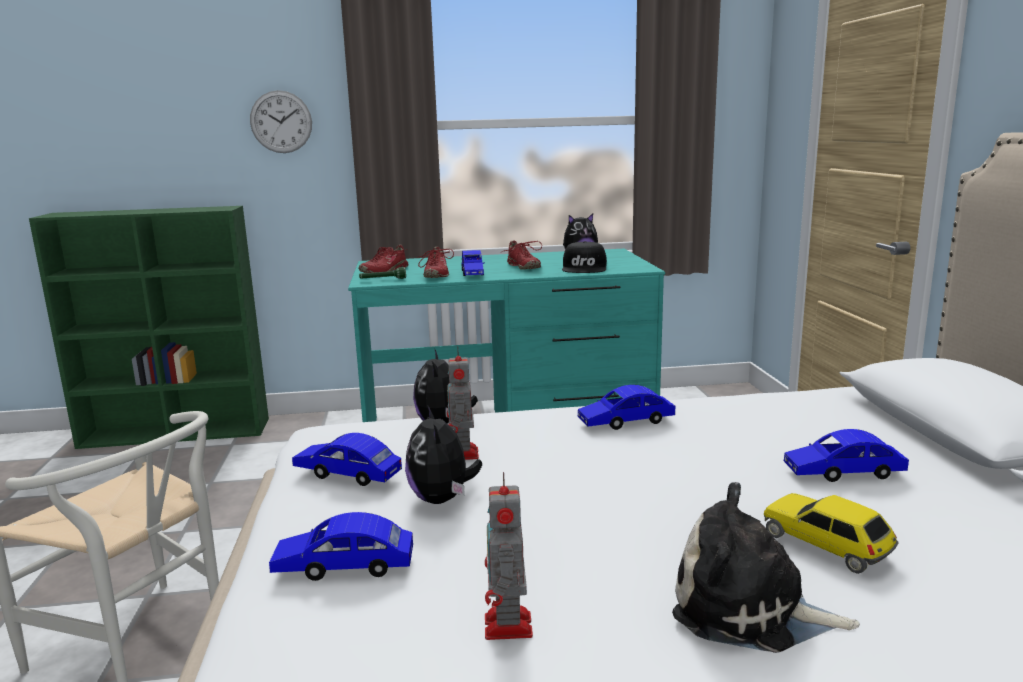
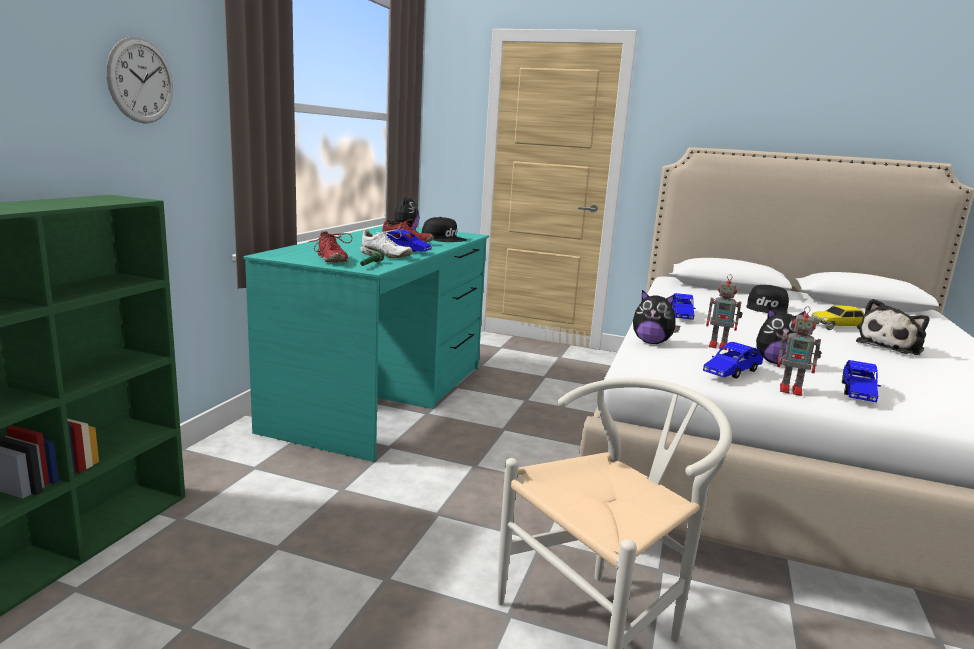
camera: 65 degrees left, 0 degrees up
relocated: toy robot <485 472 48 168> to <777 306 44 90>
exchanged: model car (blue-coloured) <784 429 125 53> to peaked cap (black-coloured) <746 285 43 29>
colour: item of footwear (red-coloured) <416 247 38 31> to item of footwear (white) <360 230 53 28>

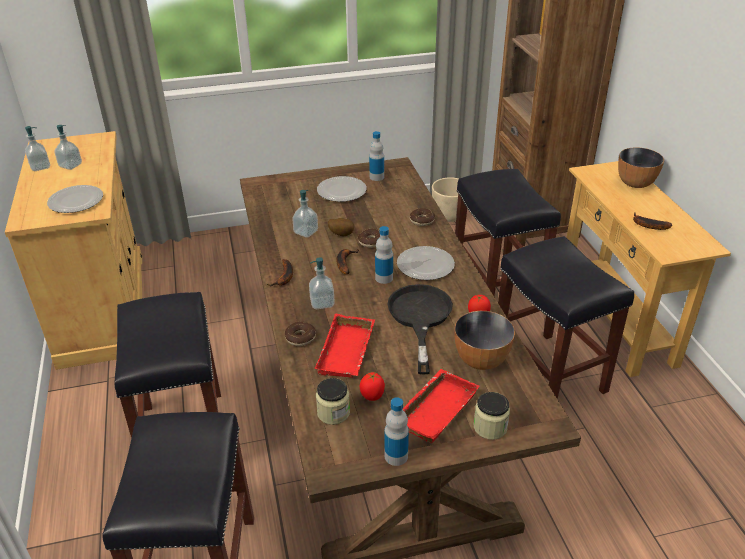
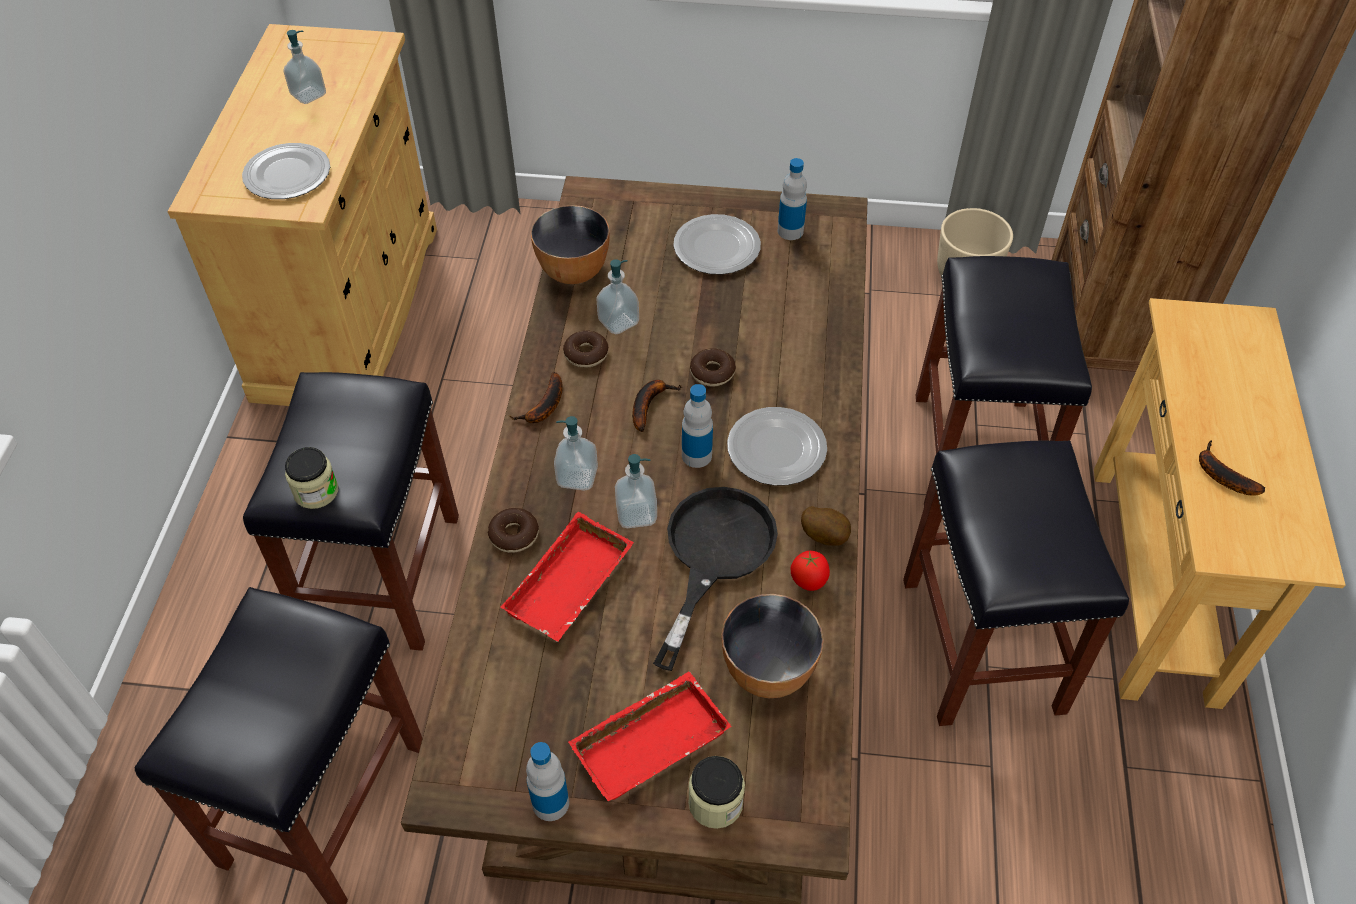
camera: 20 degrees right, 15 degrees up
missing: whole tomato <360 372 25 29>
relocated: storage jar <316 378 34 47> to <285 447 54 62>; serving bowl <618 147 46 41> to <531 205 79 79>; donut <410 208 25 18> to <563 330 45 38>; soap bottle <25 126 25 45> to <615 454 42 74>; whole potato <328 218 26 18> to <801 506 50 40>

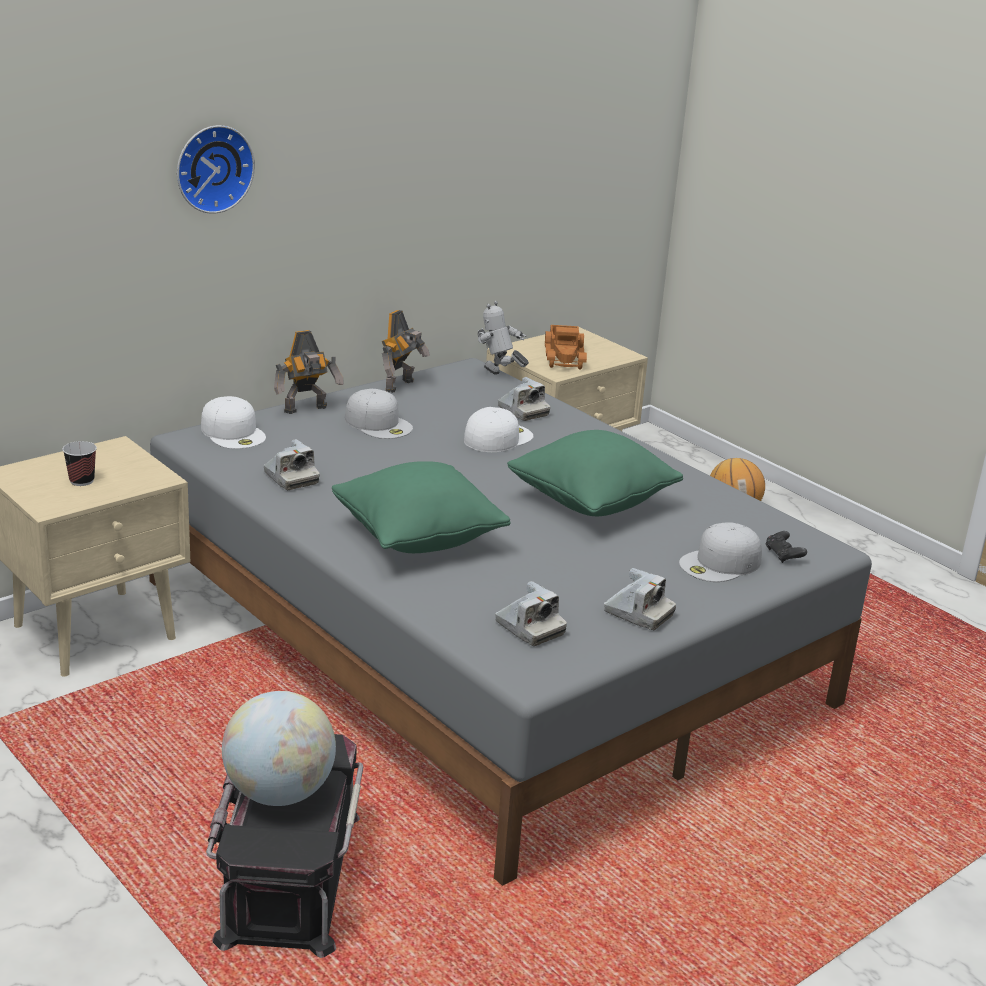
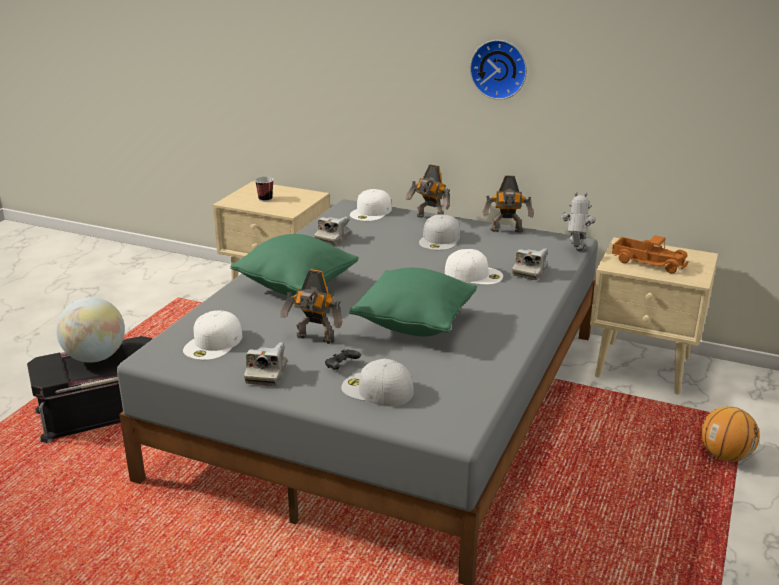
camera: 65 degrees right, 0 degrees up
appeared: toy robot <280 269 62 75>
relocated: game controller (black-coloured) <766 531 41 32> to <325 349 36 21>; clock on the wall <177 125 78 89> to <470 40 57 60>
exchanged: still camera <495 581 72 65> to peaked cap (white) <183 310 59 50>
spun: model truck <545 325 42 45> = <612 235 77 38> 120 degrees counterclockwise

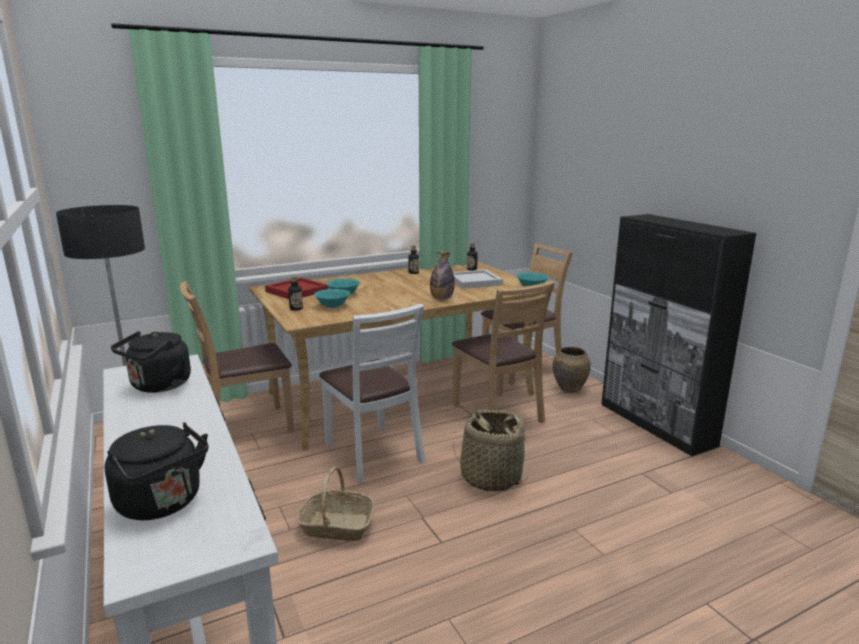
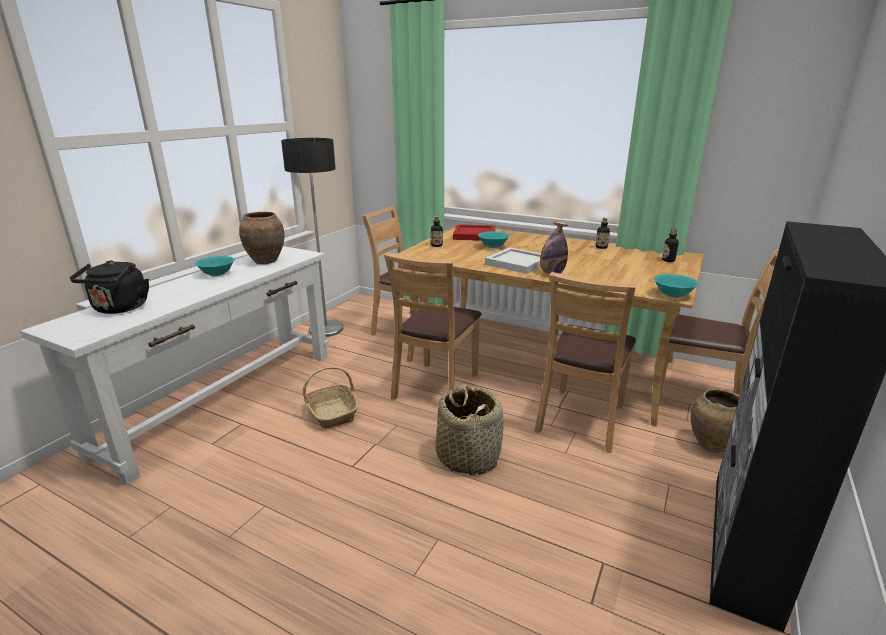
camera: 55 degrees right, 5 degrees up
relocated: serving bowl (turquoise) <314 289 36 19> to <195 256 40 21>; carrying tray (white) <453 270 50 19> to <485 248 56 26>
exchanged: tea kettle (black-coloured) <111 331 80 62> to decorative vase (brownish) <239 212 45 52>
colour: plain chair (white) <319 303 106 180> to plain chair (brownish) <384 252 97 148>

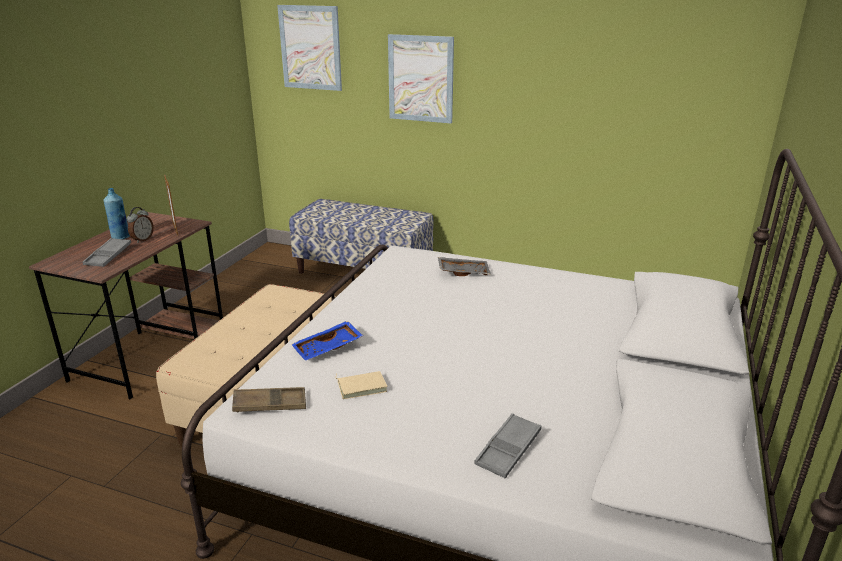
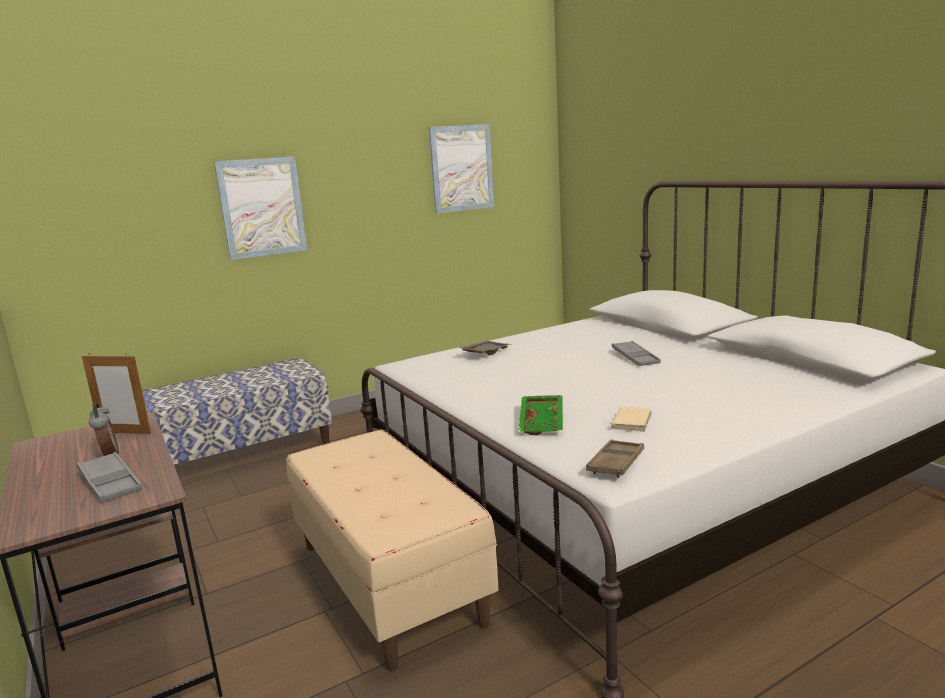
camera: 50 degrees left, 10 degrees down
missing: beverage bottle (blue-coloured) <103 188 27 51>
relocated: picture <277 5 65 86> to <429 124 65 89>; carrying tray (grey) <474 413 68 65> to <612 341 49 25>
colour: carrying tray (blue-coloured) <291 321 72 40> to carrying tray (green) <518 395 45 40>

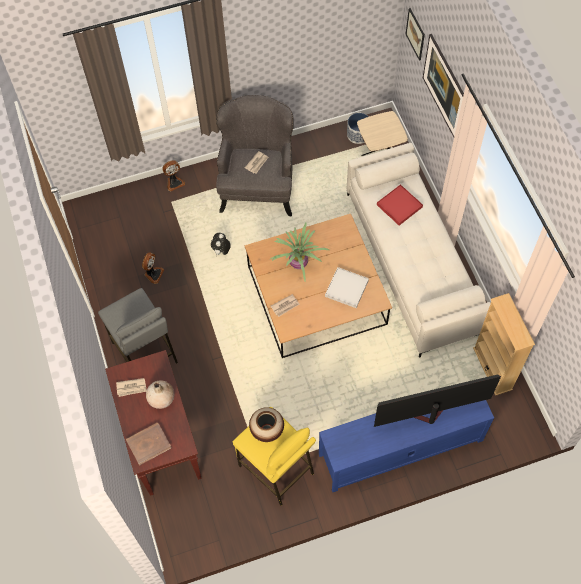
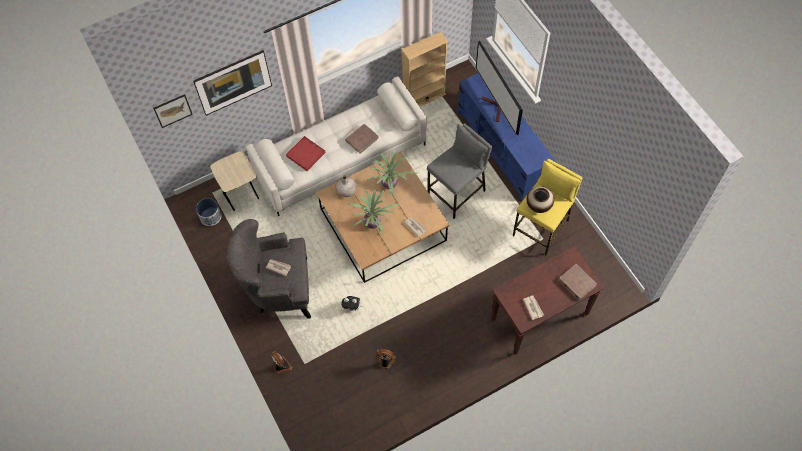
camera: 100 degrees left, 0 degrees up
appeared: volume (brownish) <345 124 34 30>
relocated: decorative vase (beige) <146 380 29 29> to <335 175 22 22>; stool seat (grey) <98 288 80 76> to <427 123 65 96>
exchanged: carrying tray (white) <325 267 44 41> to plant in a pot <367 152 51 44>

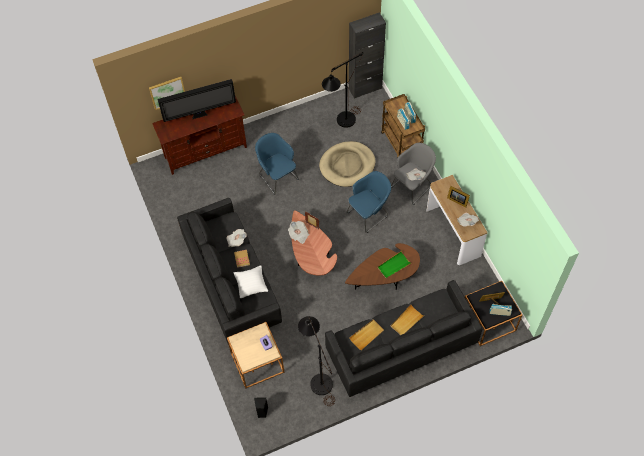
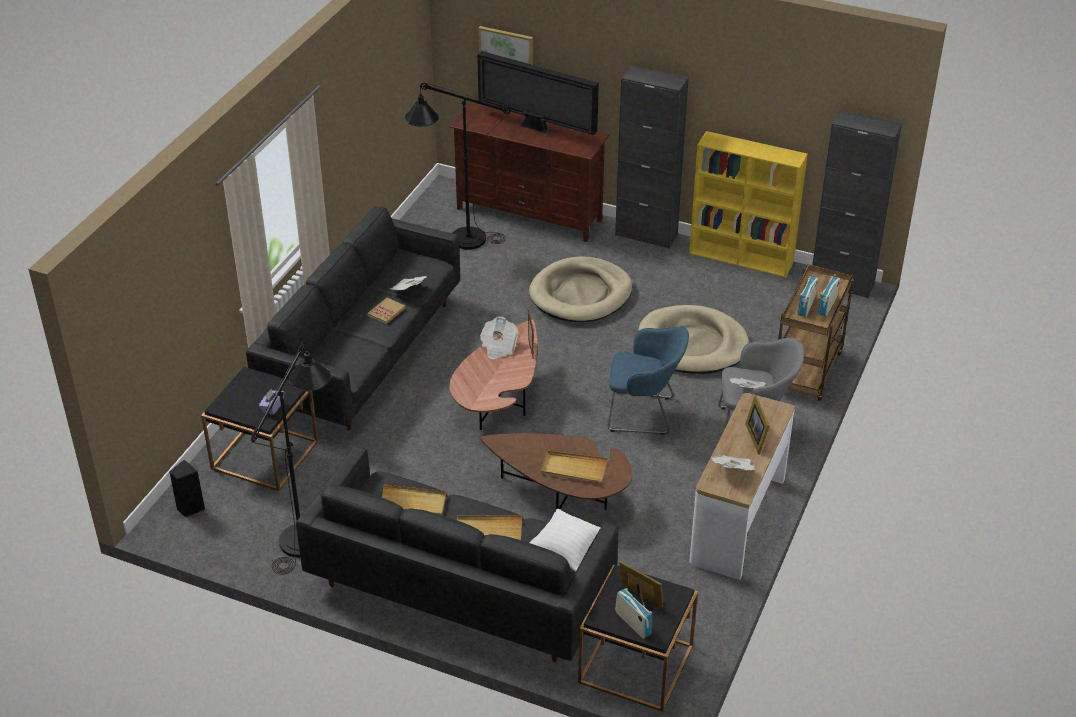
camera: 45 degrees right, 20 degrees down
appeared: storage cabinet (black-coloured) <615 65 74 184>; bookshelf (yellow) <689 131 119 146>
relocated: standing lamp (black-coloured) <322 52 41 76> to <405 82 106 168>; throw pillow (white) <233 265 35 33> to <530 509 71 63>
exchanged: armchair (blue-coloured) <255 133 44 62> to pet bed (beige) <529 256 103 66>
colour: side table (beige) <227 322 58 66> to side table (black-coloured) <201 367 117 124>; carrying tray (green) <378 251 33 28> to carrying tray (beige) <541 451 67 31>

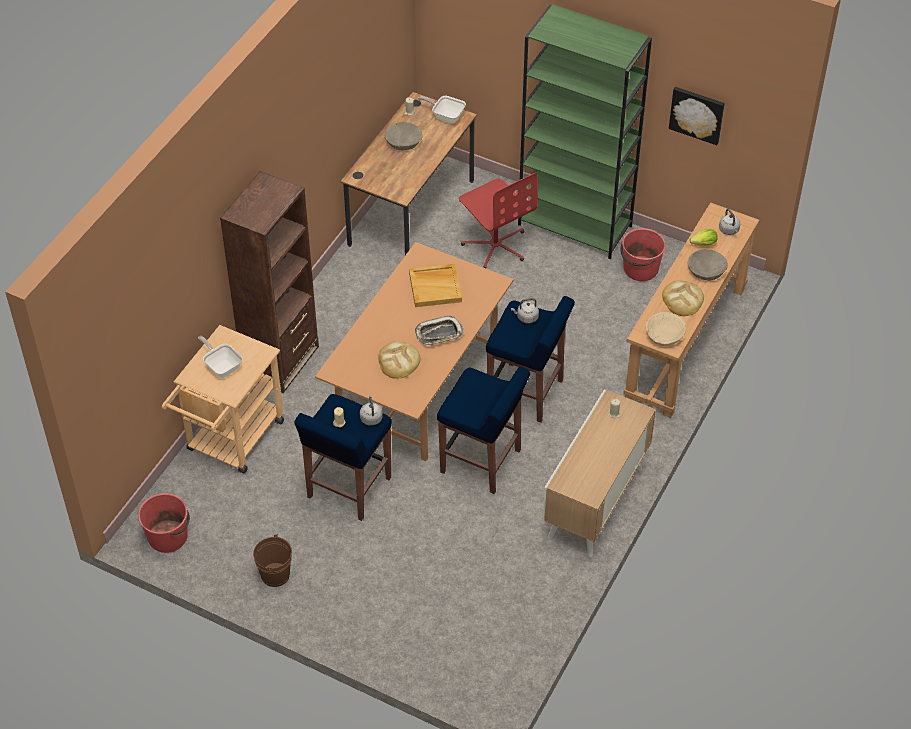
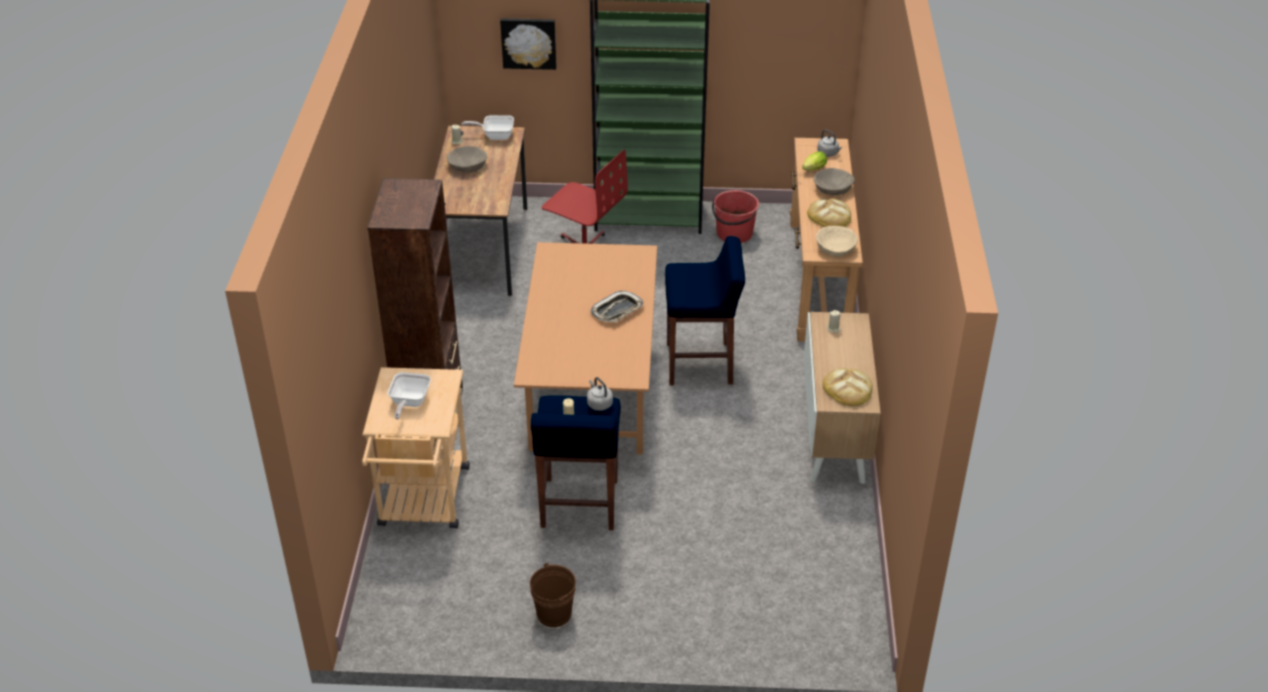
camera: 25 degrees left, 10 degrees down
missing: pail (red-coloured) <138 493 52 60>; carrying tray (beige) <409 264 53 43>; stool seat (blue-coloured) <437 366 93 128>; tea kettle (grey) <511 298 28 25>
relocated: picture <669 87 56 58> to <500 18 56 52>; bread <378 341 42 38> to <822 368 51 39>
spun: pan <198 336 45 42> = <388 372 43 47> 105 degrees counterclockwise

